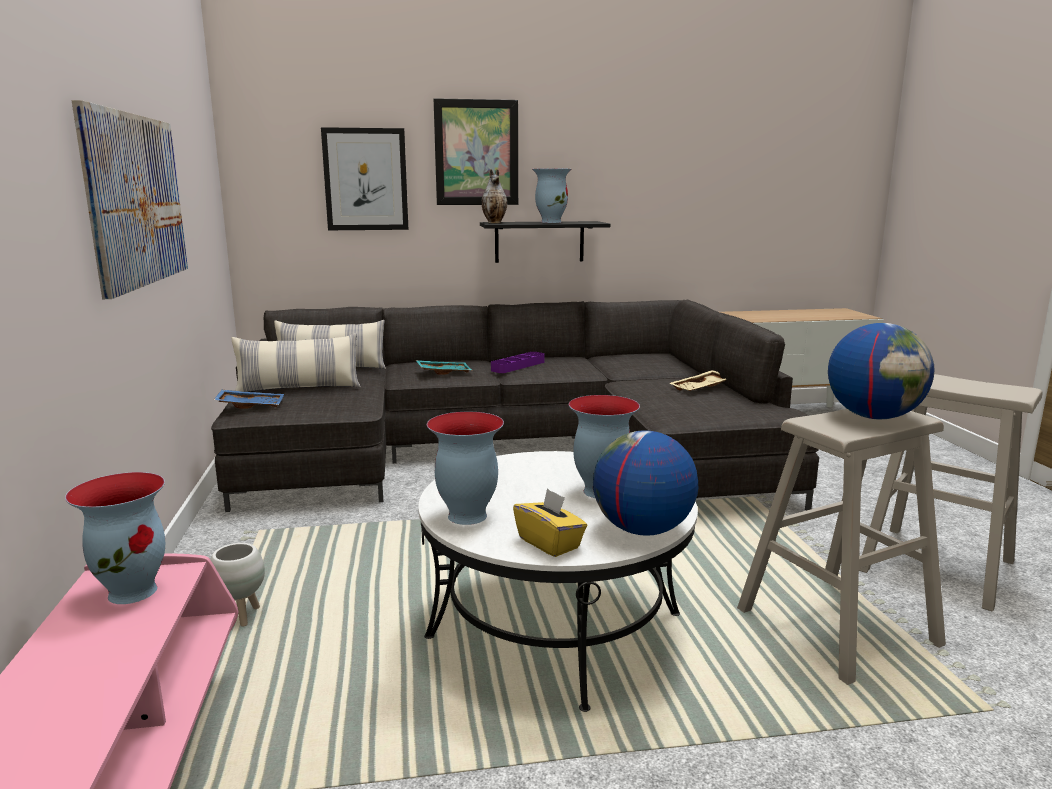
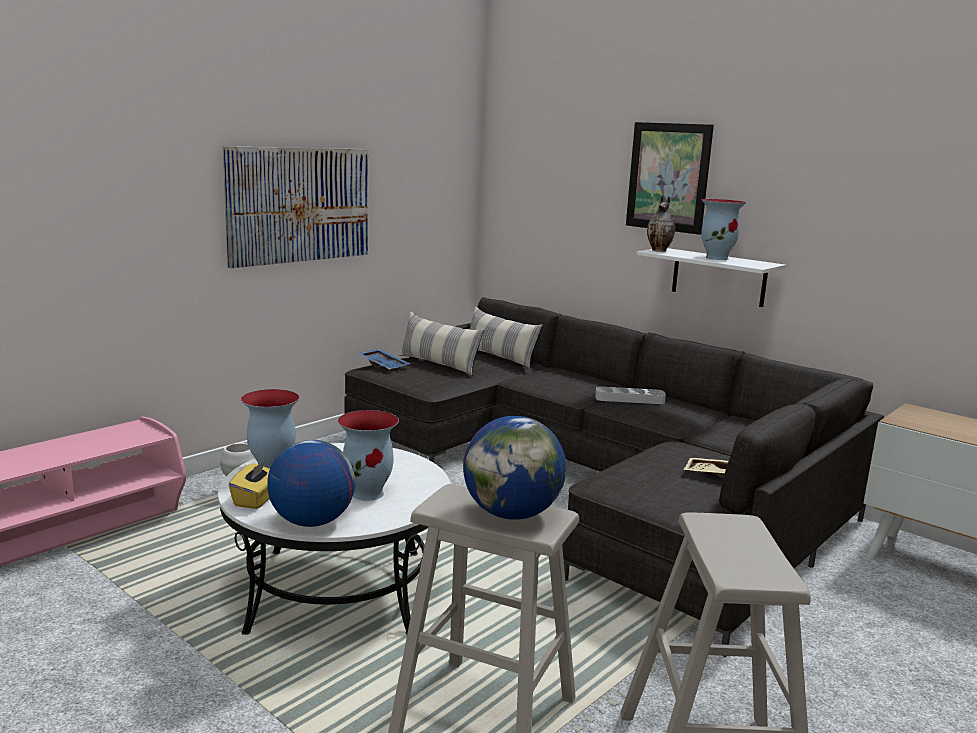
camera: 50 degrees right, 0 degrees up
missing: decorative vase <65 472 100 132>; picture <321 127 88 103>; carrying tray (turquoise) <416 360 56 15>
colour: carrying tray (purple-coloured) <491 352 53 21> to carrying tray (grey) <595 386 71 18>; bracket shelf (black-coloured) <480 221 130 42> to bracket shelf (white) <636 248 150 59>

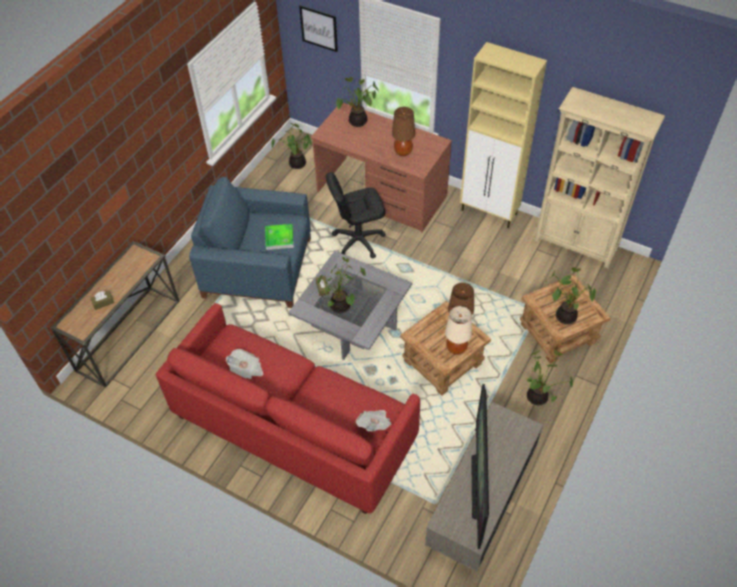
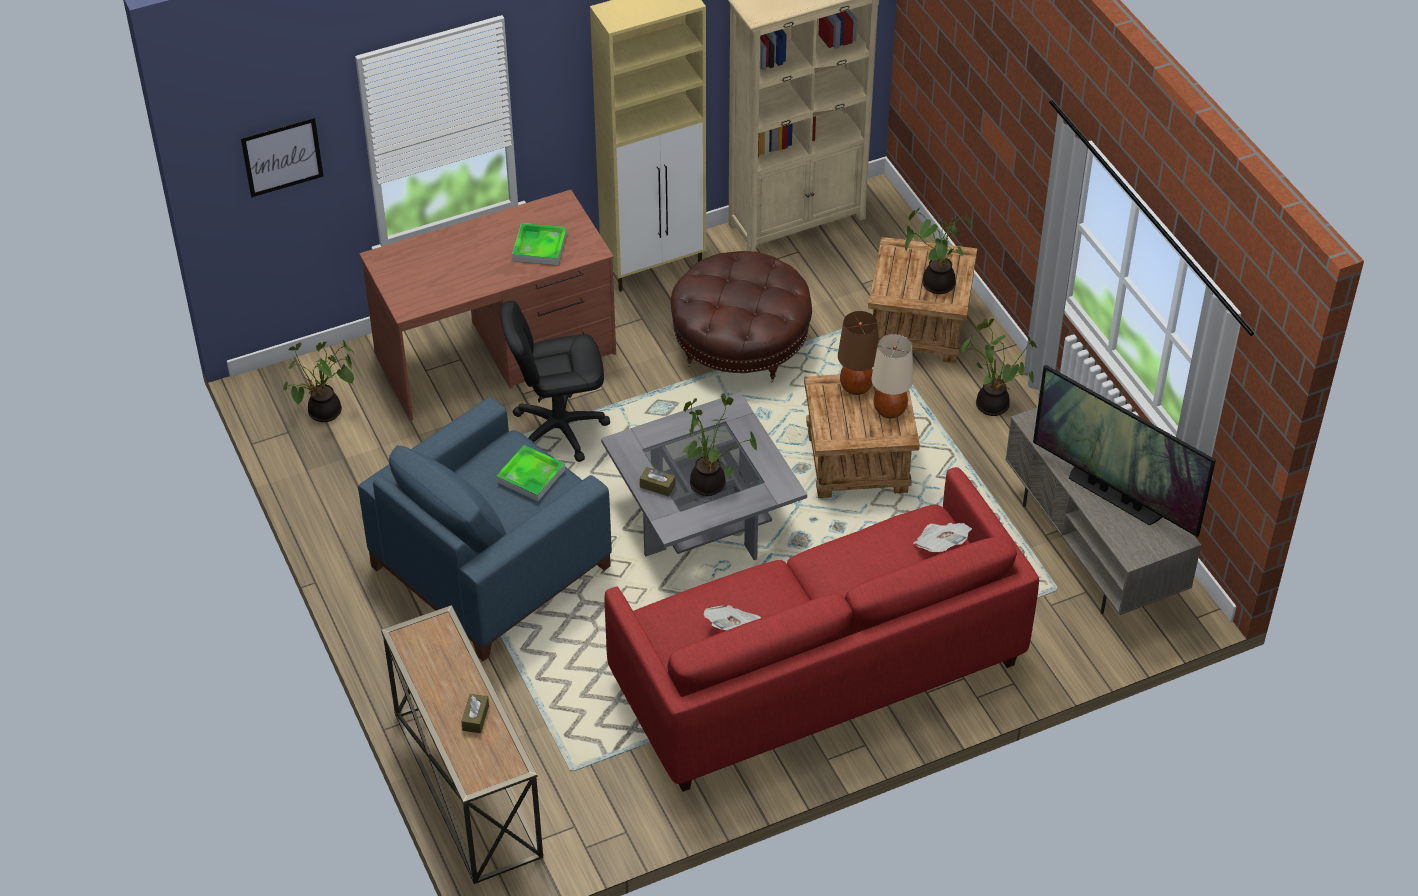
camera: 55 degrees left, 5 degrees down
missing: plant in a pot <336 77 43 50>
appeared: ottoman (brownish) <671 251 141 132>
exchanged: tabletop lamp (brownish) <392 107 23 49> to carrying tray <512 223 55 42>
spun: office chair (black-coloured) <326 172 60 86> = <501 301 109 161> 60 degrees clockwise

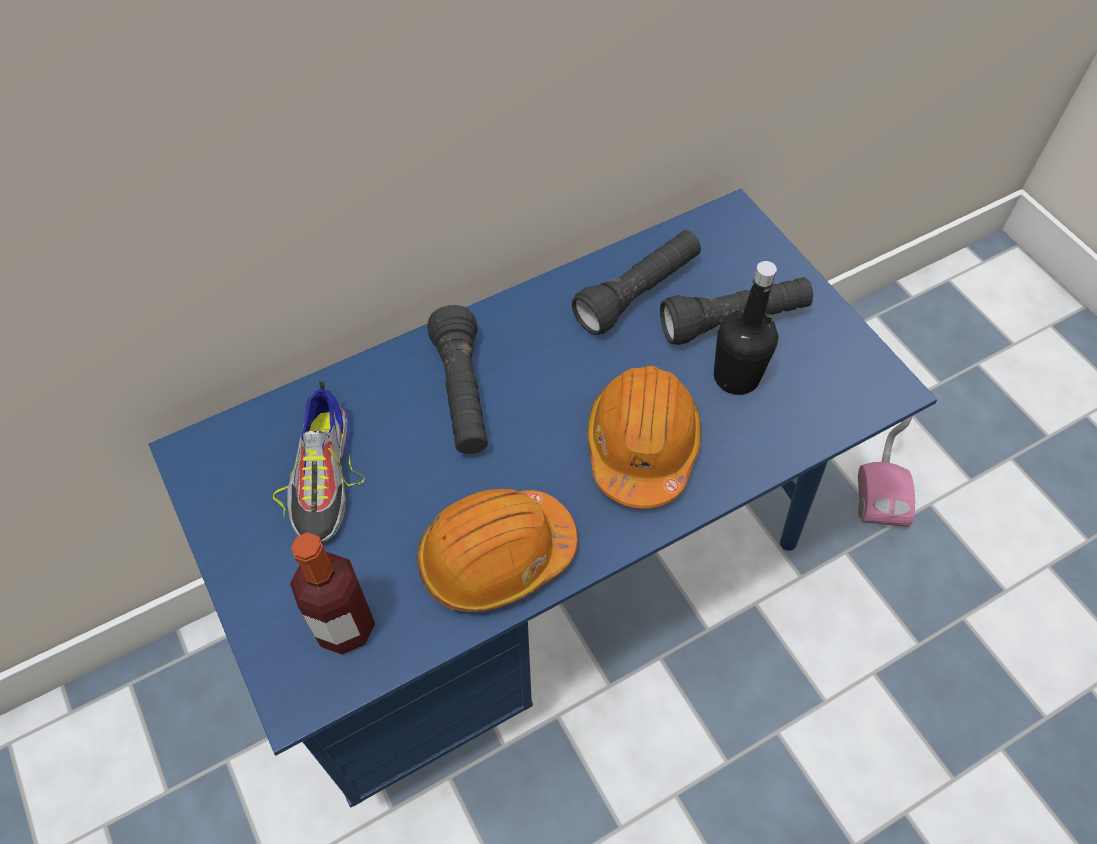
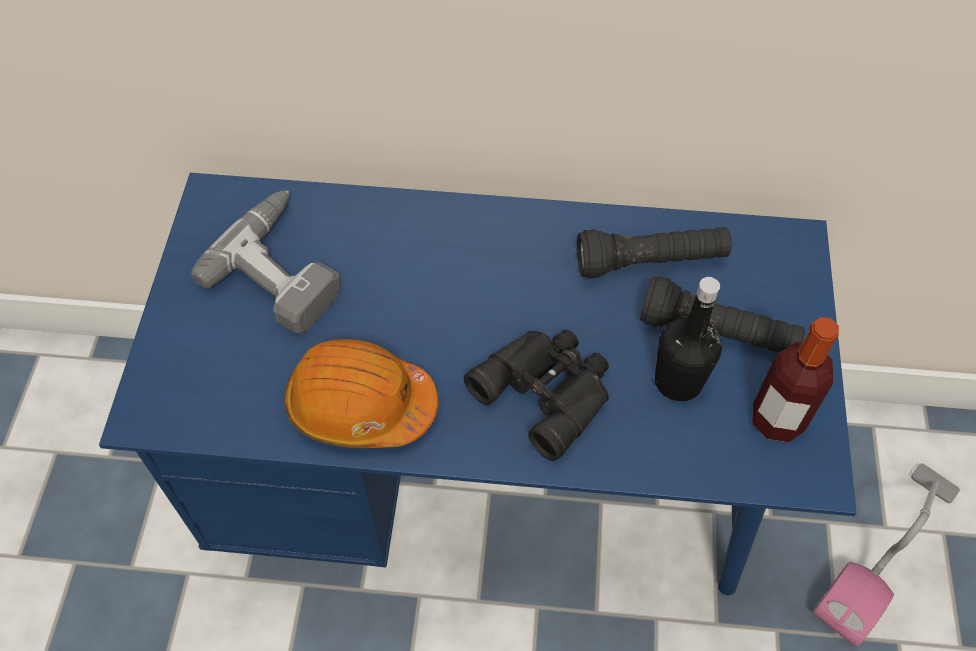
camera: 35 degrees right, 0 degrees up
missing: hand torch (black-coloured) <427 305 61 149>
relocated: beverage bottle <290 532 85 123> to <752 317 87 125>
exchanged: item of footwear <273 381 92 162> to electric drill <191 190 150 144>; safety helmet (orange) <587 366 114 142> to pair of binoculars (black-coloured) <464 330 145 131>

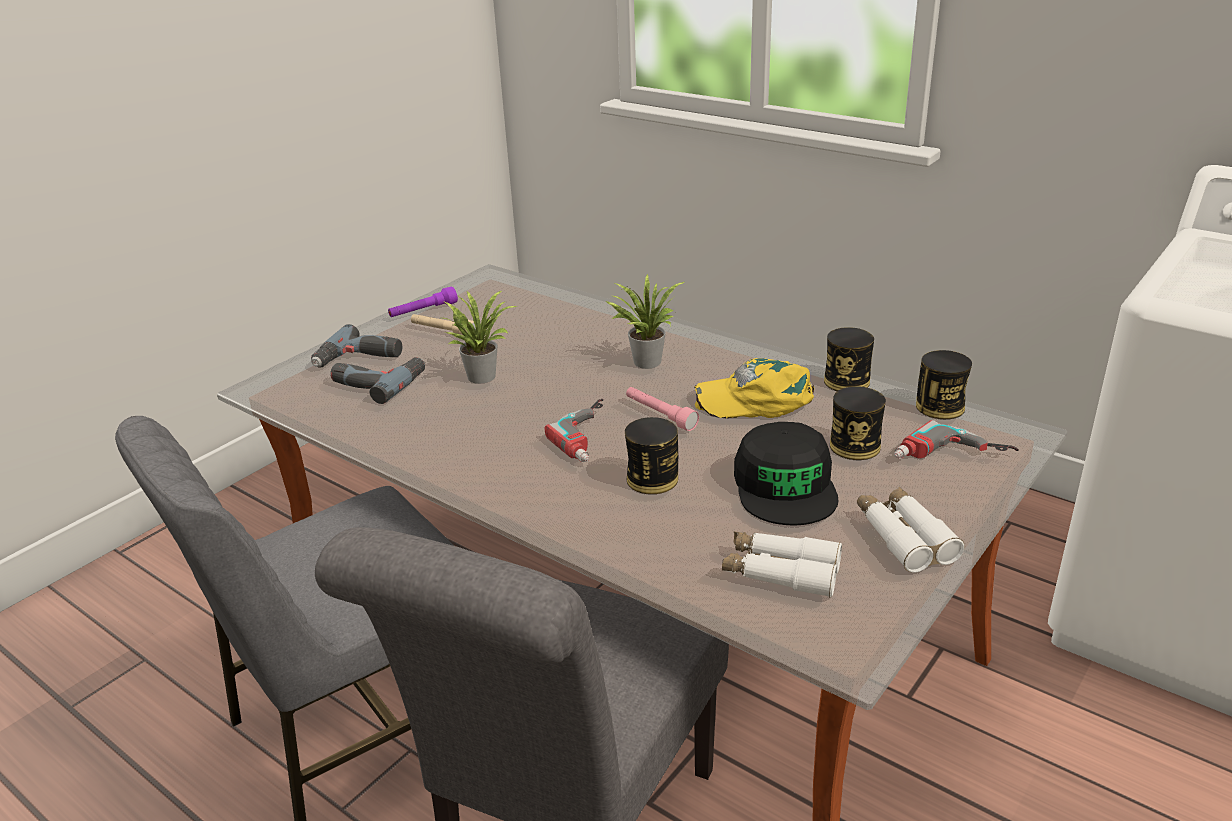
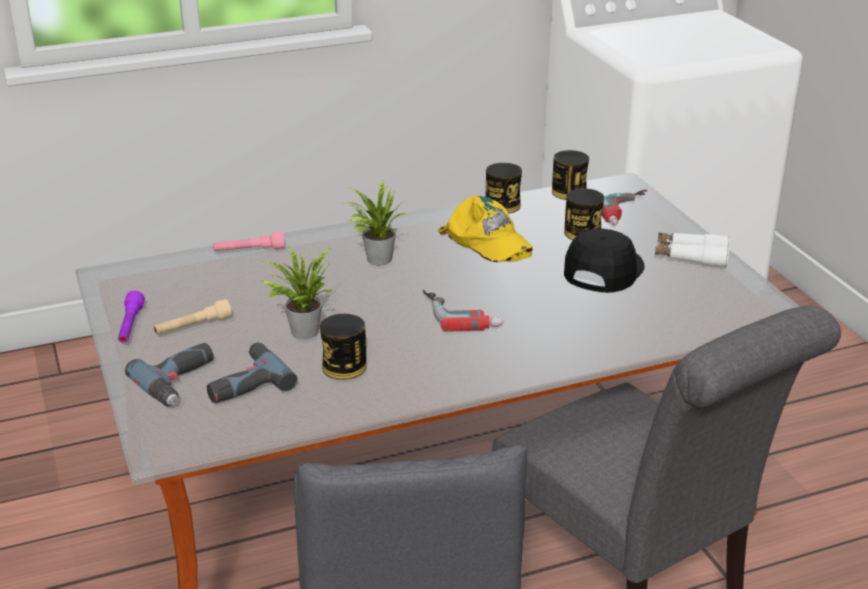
camera: 60 degrees left, 0 degrees up
missing: pair of binoculars (white) <722 531 120 66>
relocated: hand torch (pink-coloured) <626 387 73 44> to <213 231 72 20>; metal can <625 417 53 77> to <320 314 47 66>
spun: peaked cap (yellow) <694 358 120 60> = <438 196 95 66> 75 degrees counterclockwise; peaked cap (black-coloured) <734 422 105 104> = <564 229 81 64> 90 degrees counterclockwise

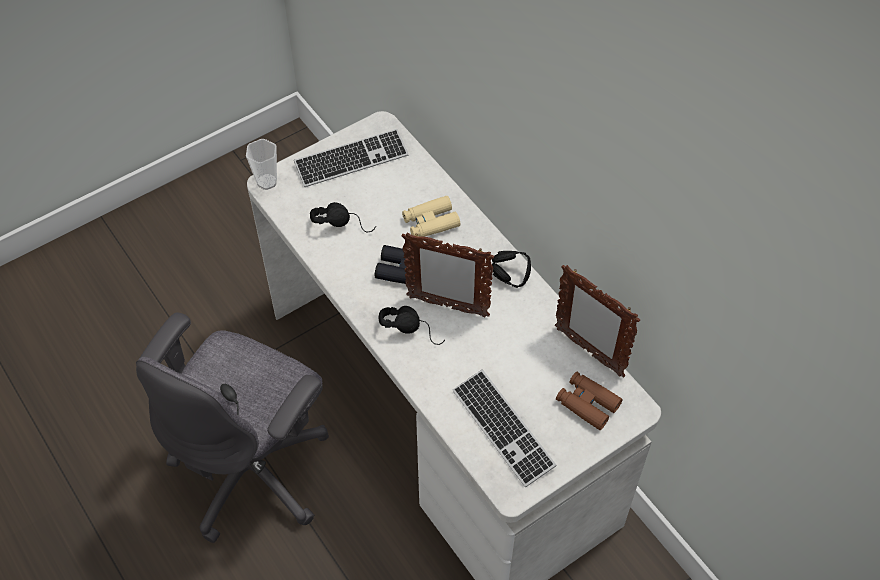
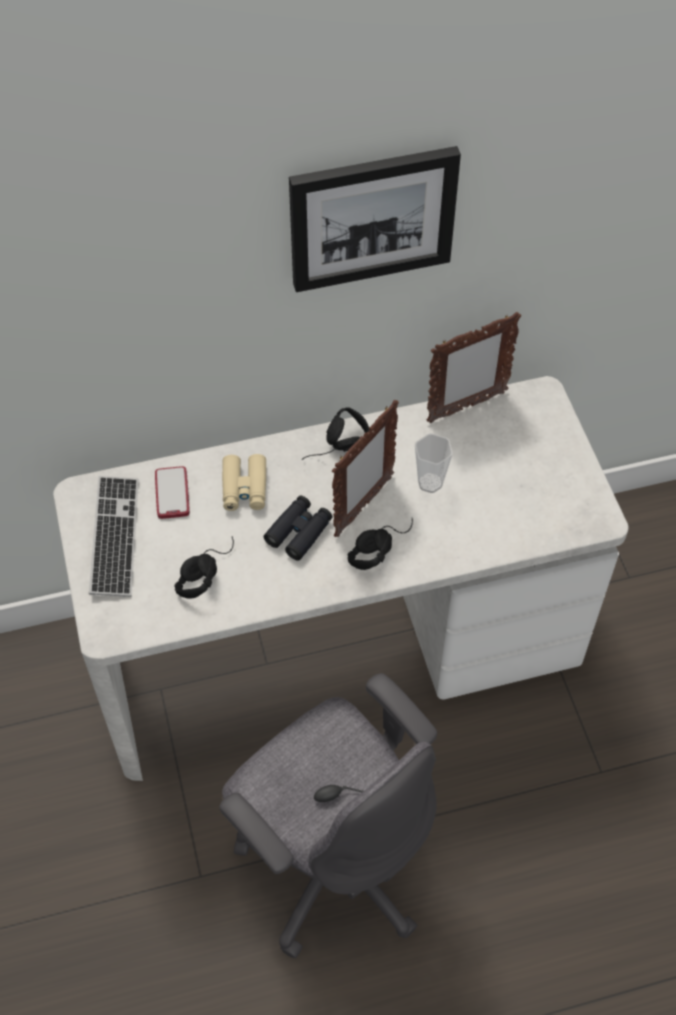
camera: 70 degrees left, 0 degrees up
missing: PC keyboard <453 370 103 117>; pair of binoculars (brownish) <556 372 67 58>
appeared: telephone <155 466 35 53>; picture <289 146 172 146>
relocated: cup <246 139 31 51> to <415 433 38 60>

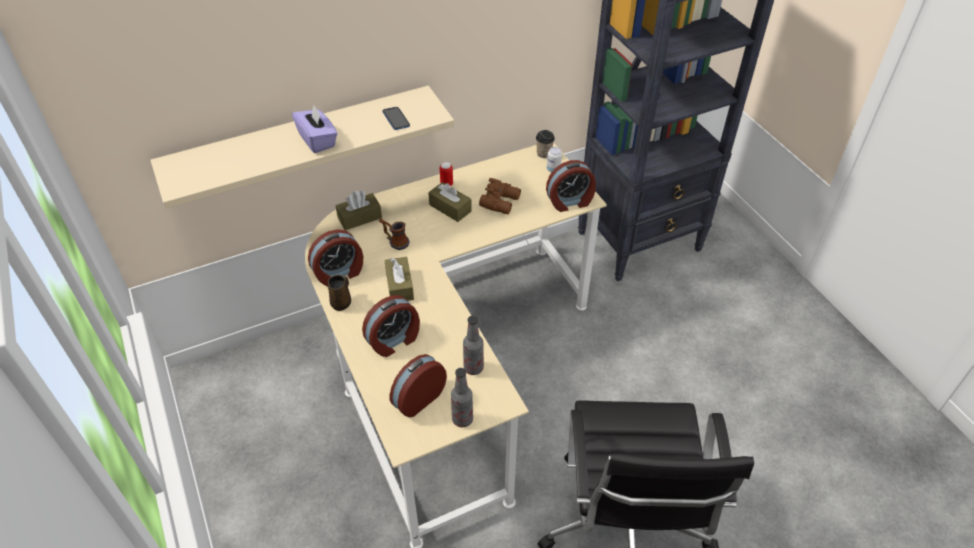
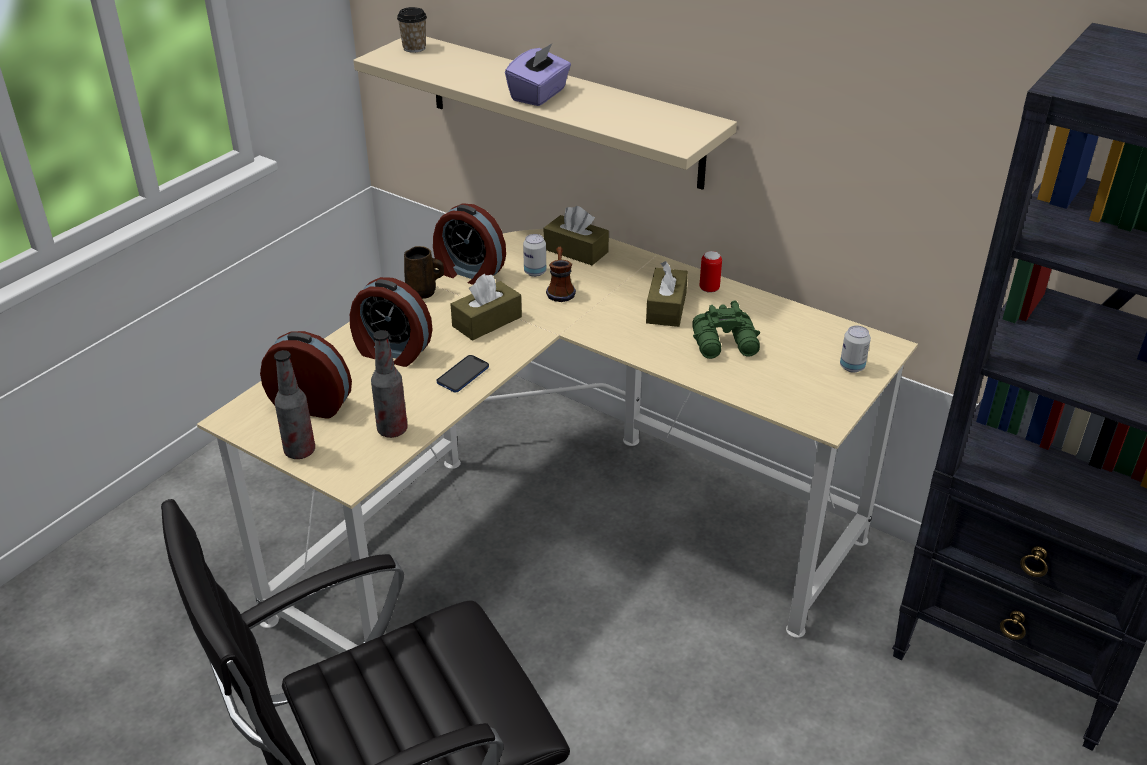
camera: 60 degrees right, 10 degrees down
missing: bedside clock <546 160 50 52>
appeared: metal can <523 234 23 43>
relocated: cup <536 130 19 28> to <397 7 30 46>; telephone <383 107 27 23> to <437 355 52 37>
colour: pair of binoculars (brownish) <479 178 42 36> to pair of binoculars (green) <692 300 68 59>

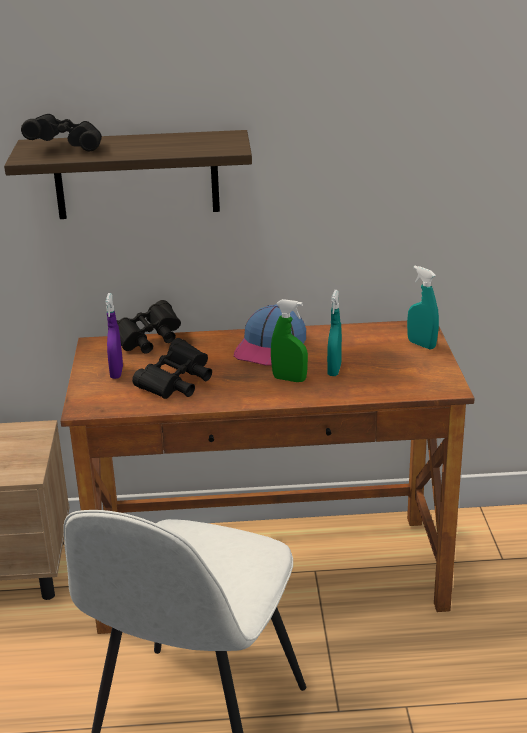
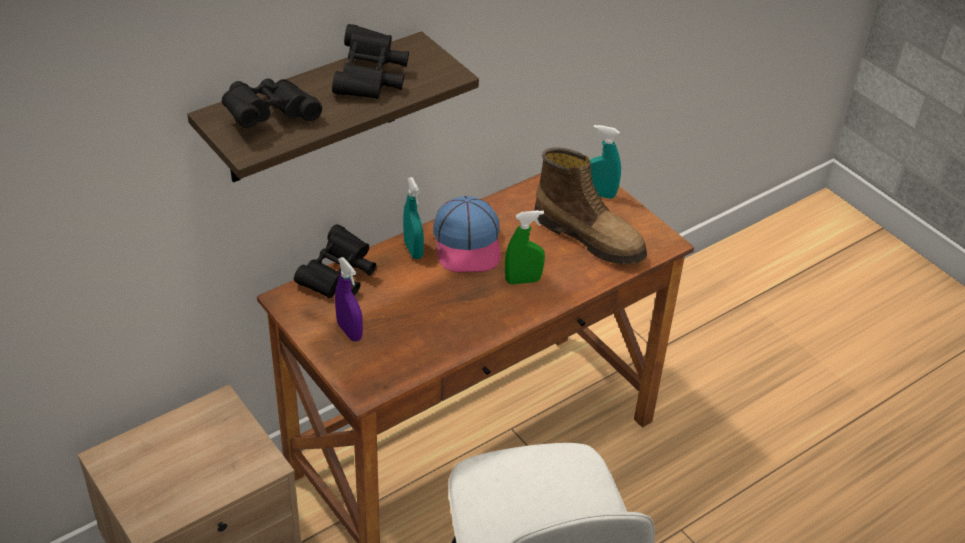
camera: 35 degrees left, 15 degrees up
appeared: high-top boot <534 148 113 117>
relocated: pair of binoculars (black-coloured) <132 338 80 61> to <332 24 77 75>; spray bottle (turquoise) <327 290 15 86> to <403 177 21 82>

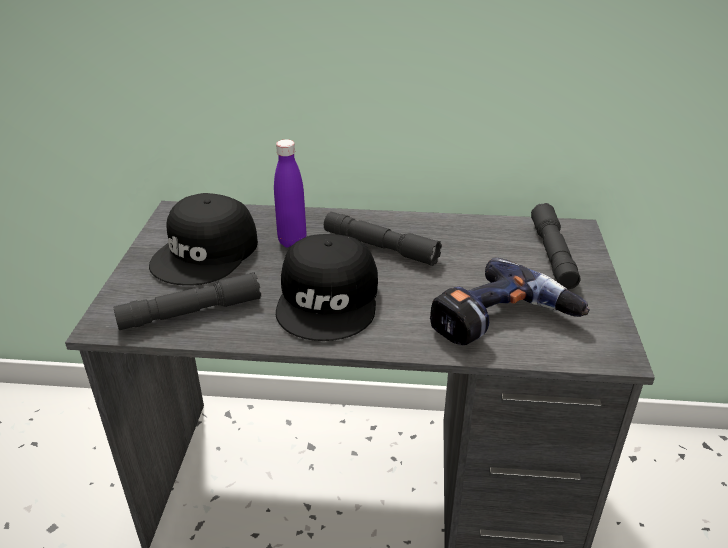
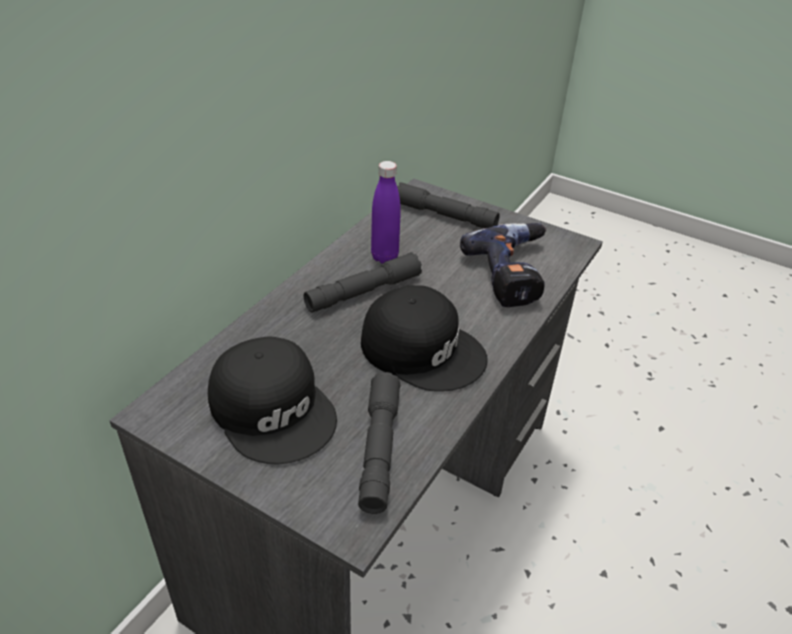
camera: 65 degrees left, 5 degrees up
relocated: beverage bottle (purple-coloured) <274 139 32 109> to <371 161 30 103>

